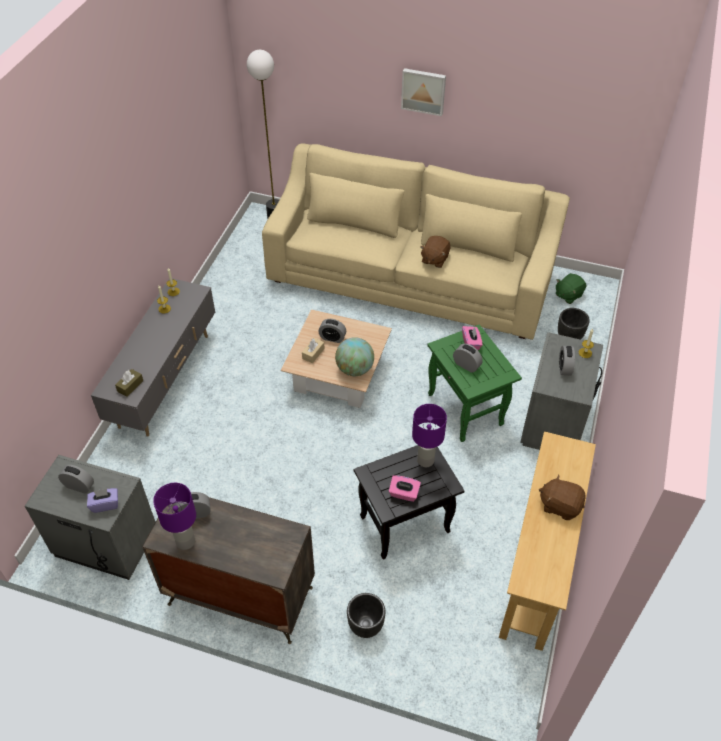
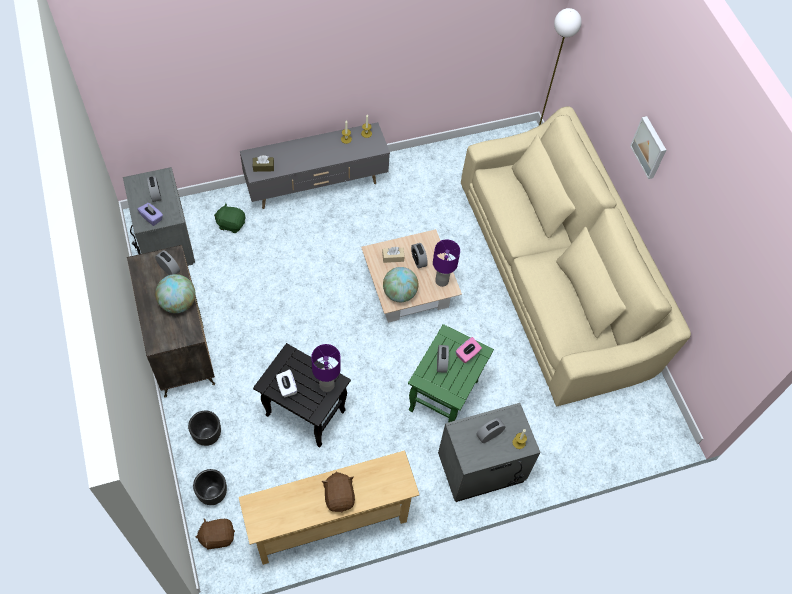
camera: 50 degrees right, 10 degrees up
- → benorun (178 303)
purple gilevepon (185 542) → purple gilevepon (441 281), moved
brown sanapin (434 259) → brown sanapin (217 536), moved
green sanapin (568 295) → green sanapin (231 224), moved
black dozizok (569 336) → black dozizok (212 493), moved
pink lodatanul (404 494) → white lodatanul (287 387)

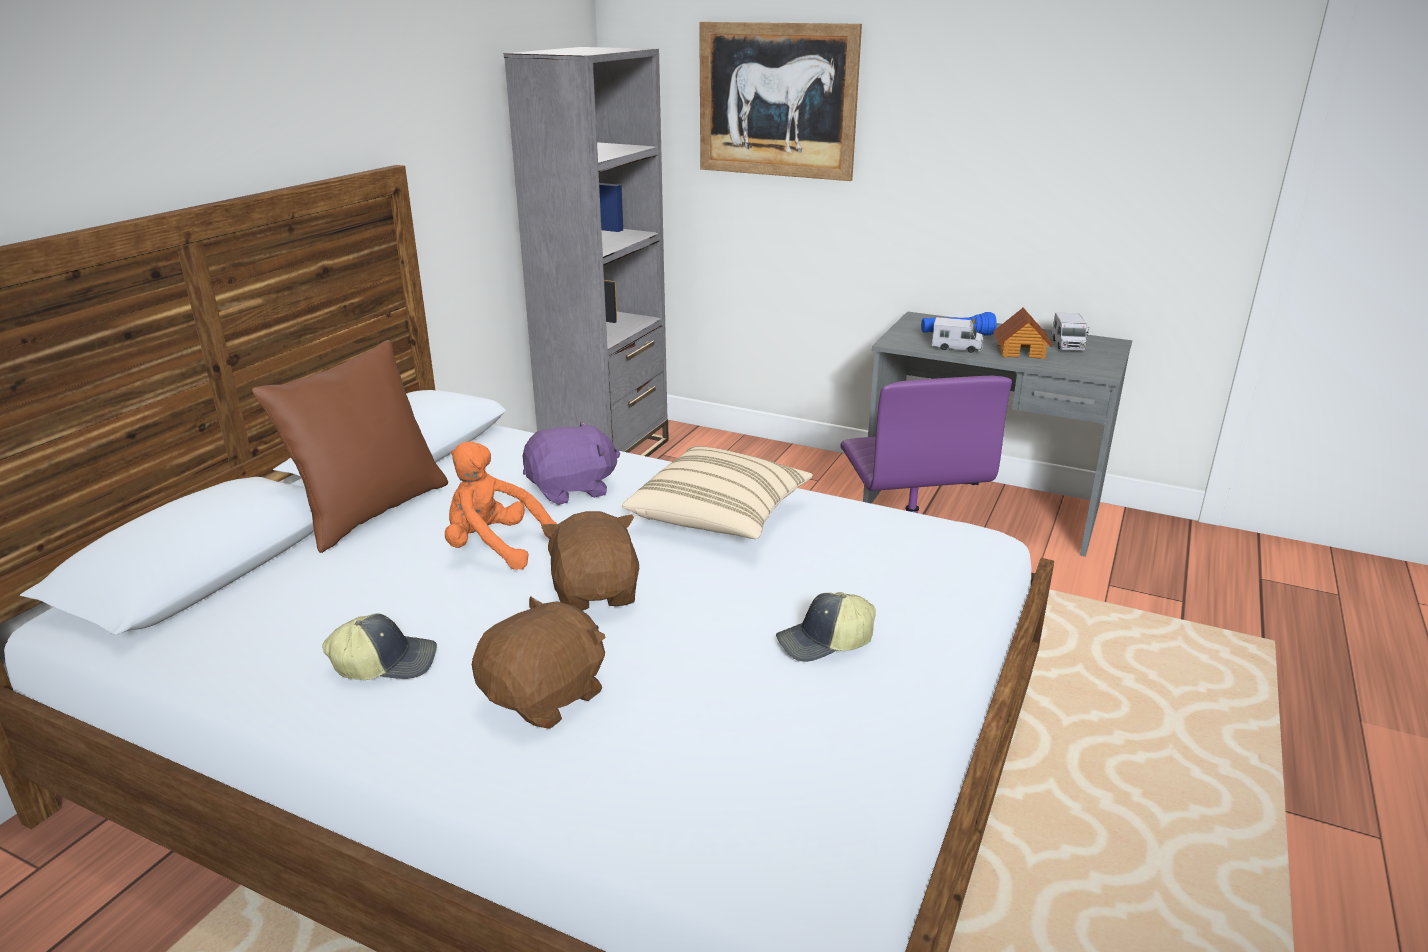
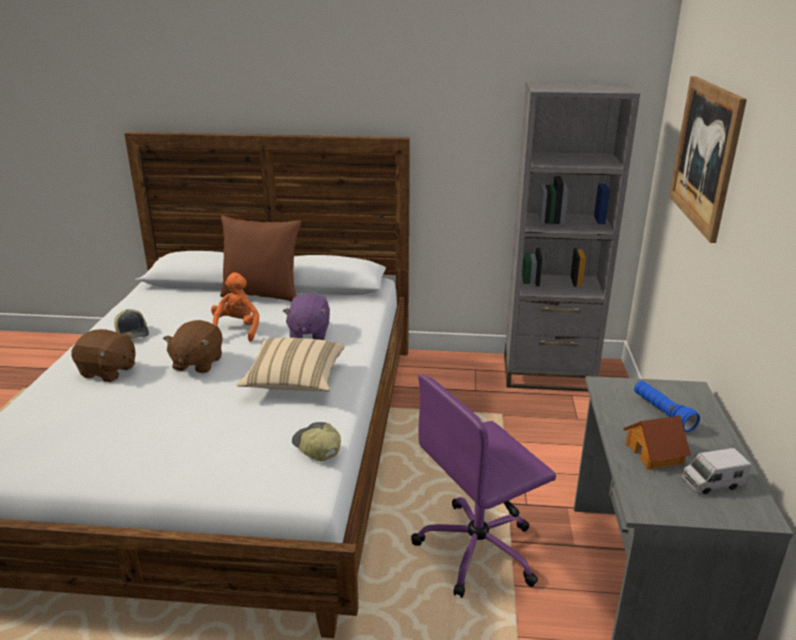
camera: 70 degrees right, 0 degrees up
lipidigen (956 347) → -
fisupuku (825 643) → fisupuku (316 448), moved
purple sanapin (572 490) → purple sanapin (308 333), 45 degrees clockwise
brown sanapin (596 593) → brown sanapin (197 363), 135 degrees clockwise

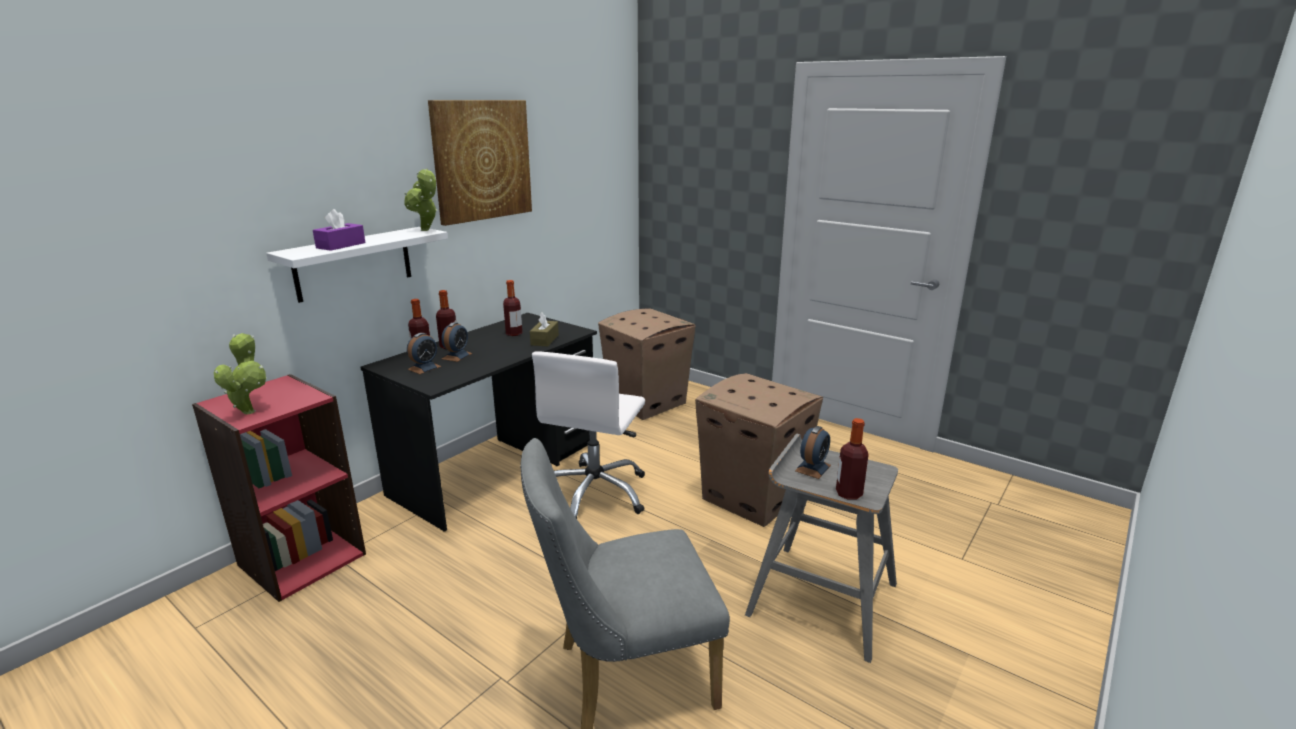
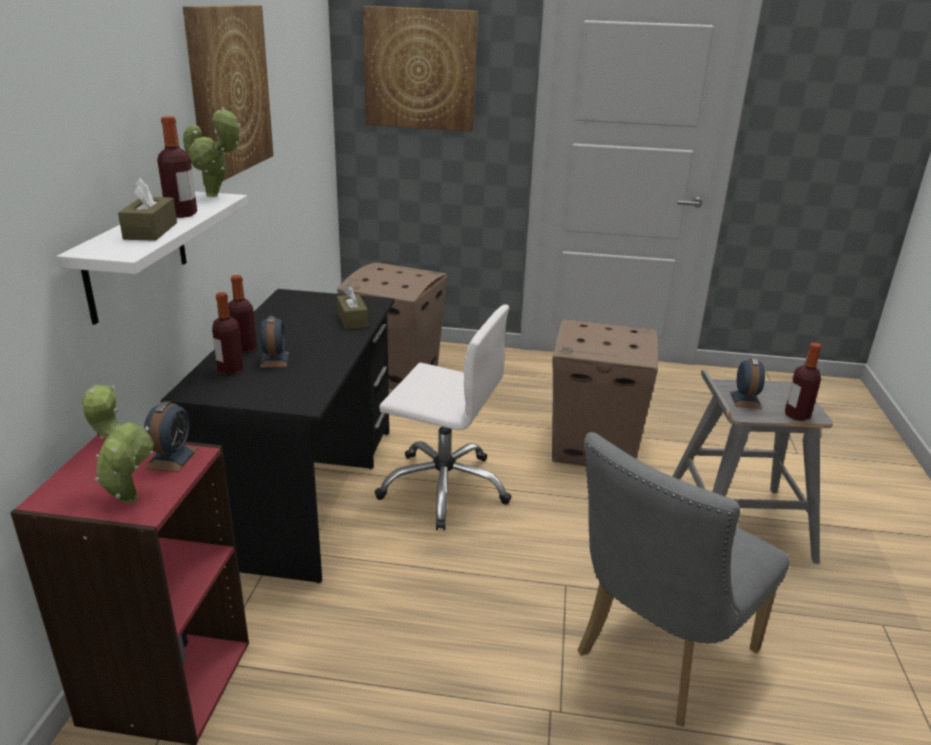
camera: 30 degrees left, 5 degrees up
- → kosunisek (420 69)
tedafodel (424 368) → tedafodel (172 458), moved
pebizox (514 333) → pebizox (181 214), moved
purple lodatanul (341 245) → brown lodatanul (151 231)
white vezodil (595 493) → white vezodil (444 487), 60 degrees counterclockwise

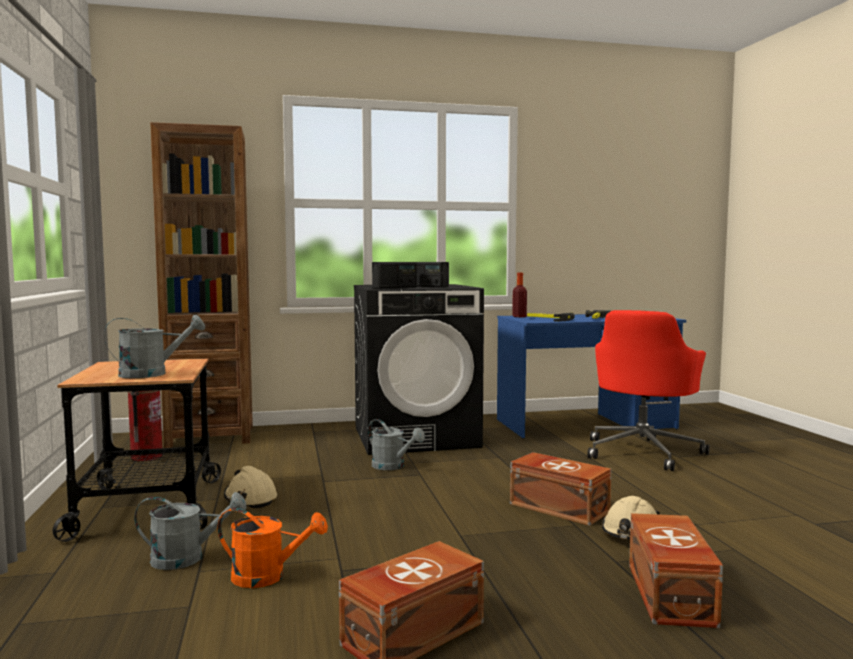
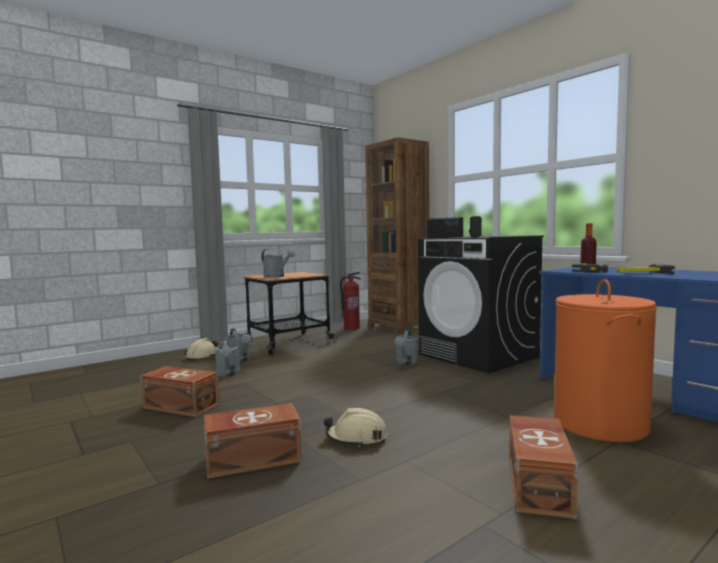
camera: 65 degrees right, 0 degrees up
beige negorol (250 498) → beige negorol (203 356), moved
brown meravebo (558 507) → brown meravebo (540 484), moved
red vezodil (643 452) → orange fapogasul (599 424)
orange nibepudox (268 577) → grey nibepudox (228 374)

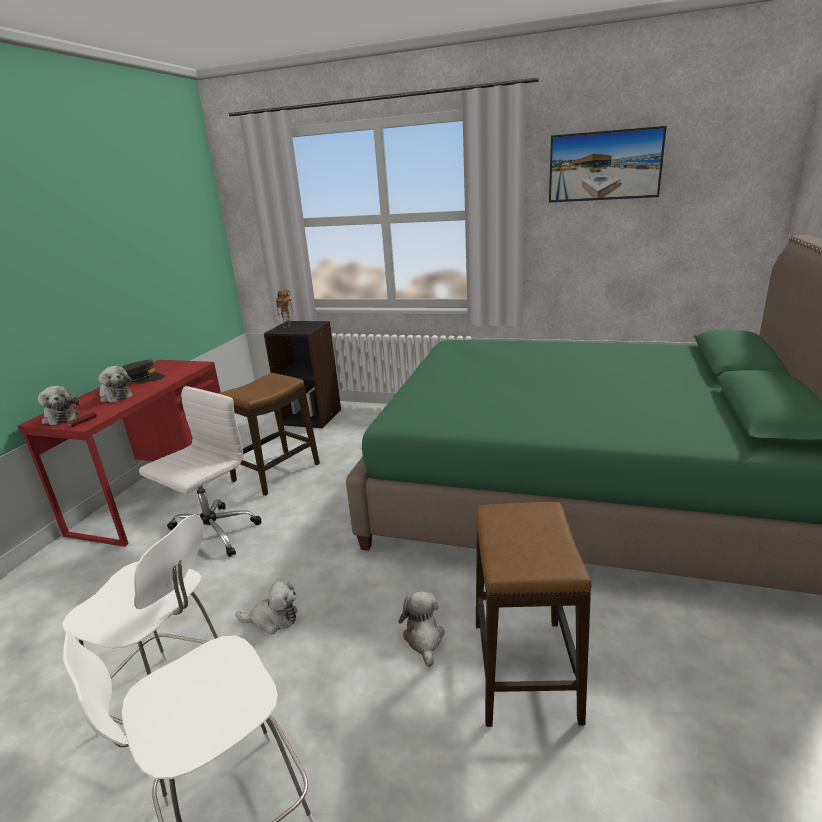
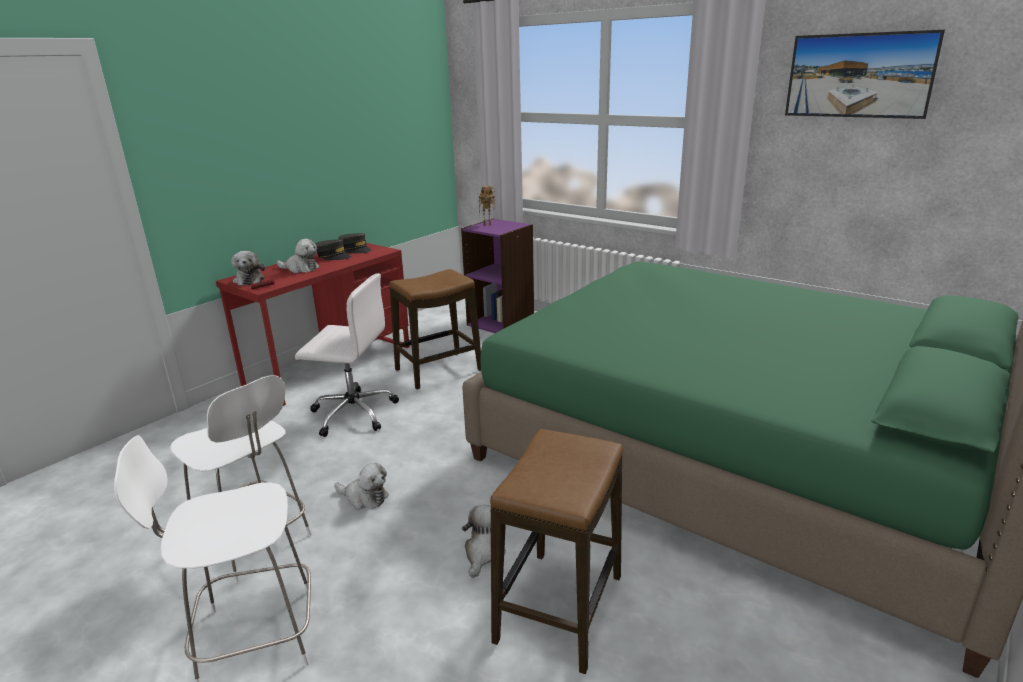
camera: 20 degrees right, 0 degrees up
- → grey fisupuku (355 249)
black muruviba (311 417) → purple muruviba (501 322)
sanapin (115 396) → sanapin (300 269), 45 degrees counterclockwise
white vezodil (210 535) → white vezodil (352 413), 45 degrees clockwise

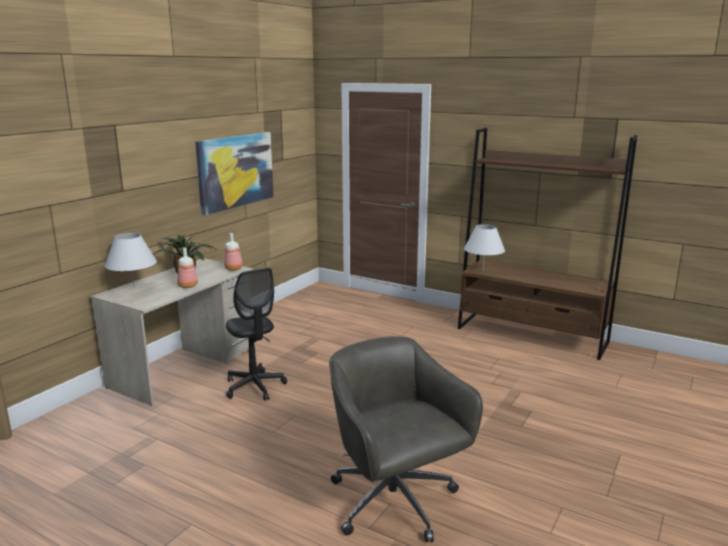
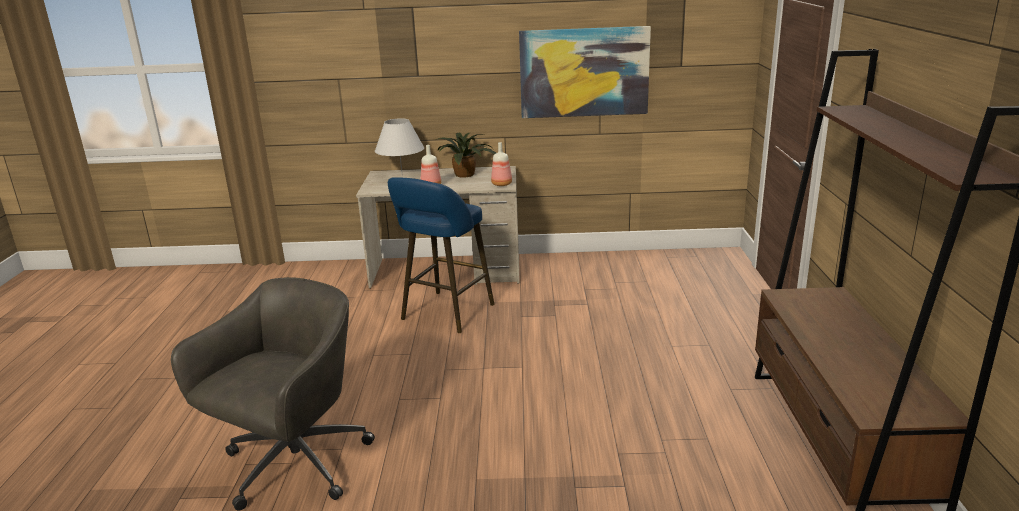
camera: 60 degrees right, 5 degrees up
white gilevepon (483 270) → -
black vezodil (254 387) → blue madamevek (445 314)

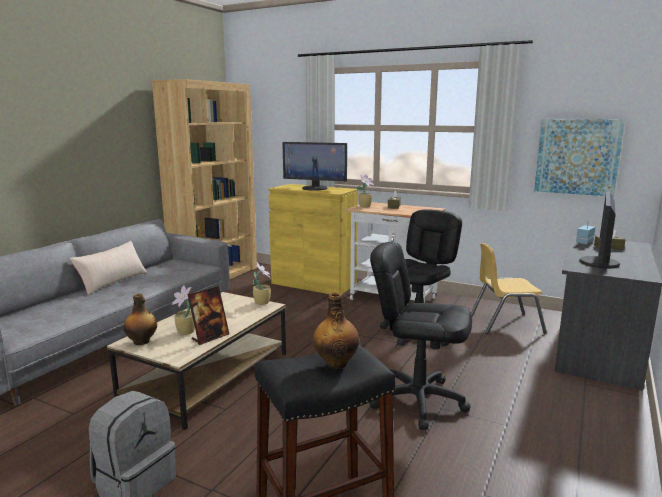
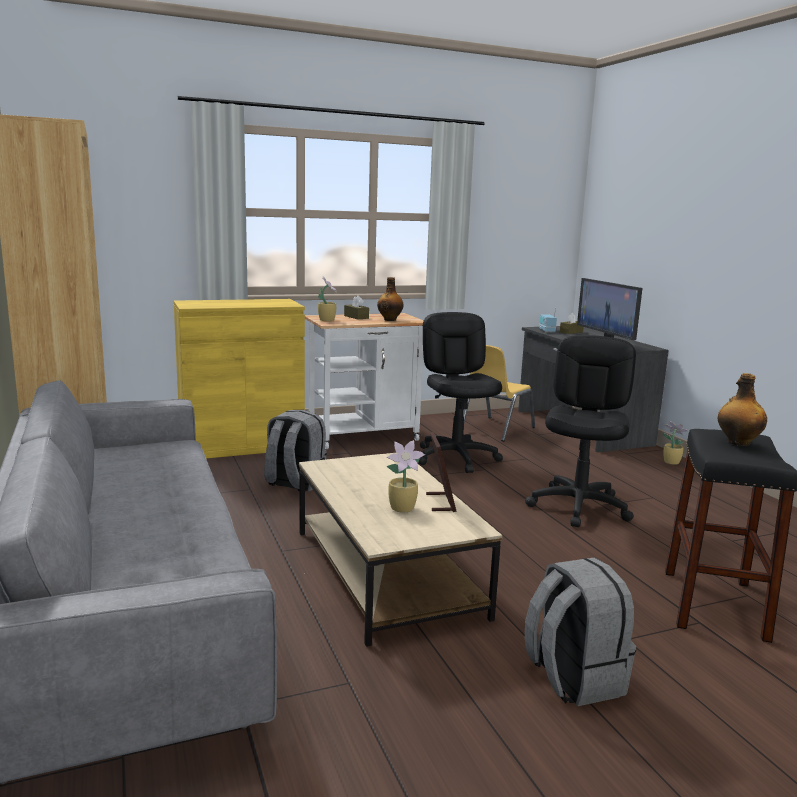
camera: 50 degrees left, 0 degrees up
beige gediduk (112 282) → -
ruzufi (315 188) → -
kosunisek (577 156) → -
- → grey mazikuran (294 483)
pebizox (142 342) → pebizox (390 320), moved
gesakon (262 302) → gesakon (670 462), moved
black vezodil (418 400) → black vezodil (579 507), 135 degrees clockwise

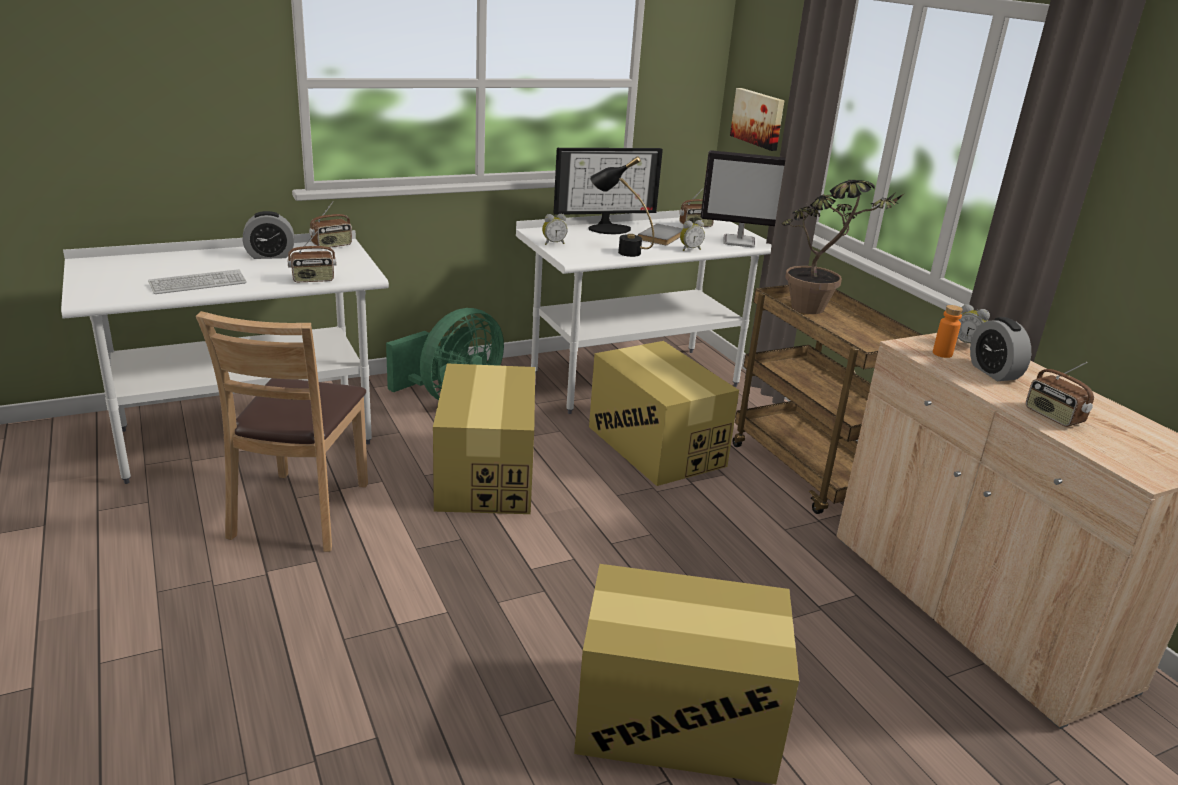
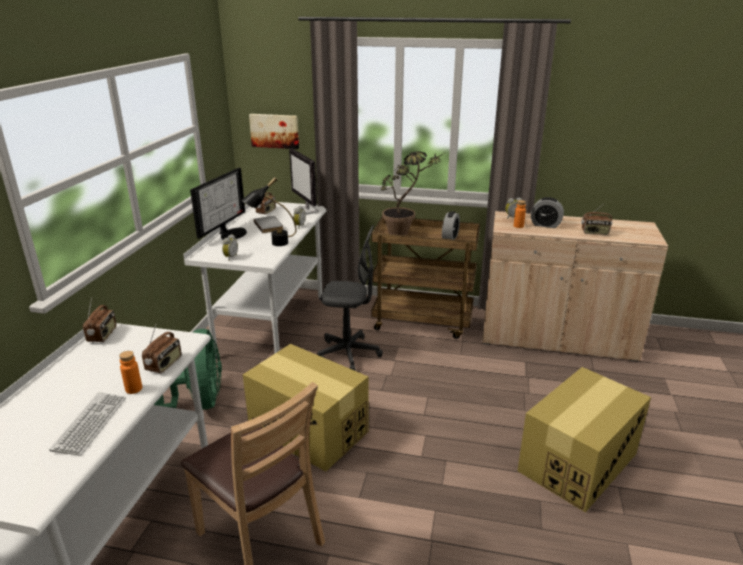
camera: 50 degrees left, 0 degrees up
- → orange pebizox (134 389)
tedafodel (270 255) → tedafodel (450 238), moved
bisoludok (656 446) → grey vezodil (349 353)
ruzufi (739 241) → ruzufi (306 211), 105 degrees clockwise

